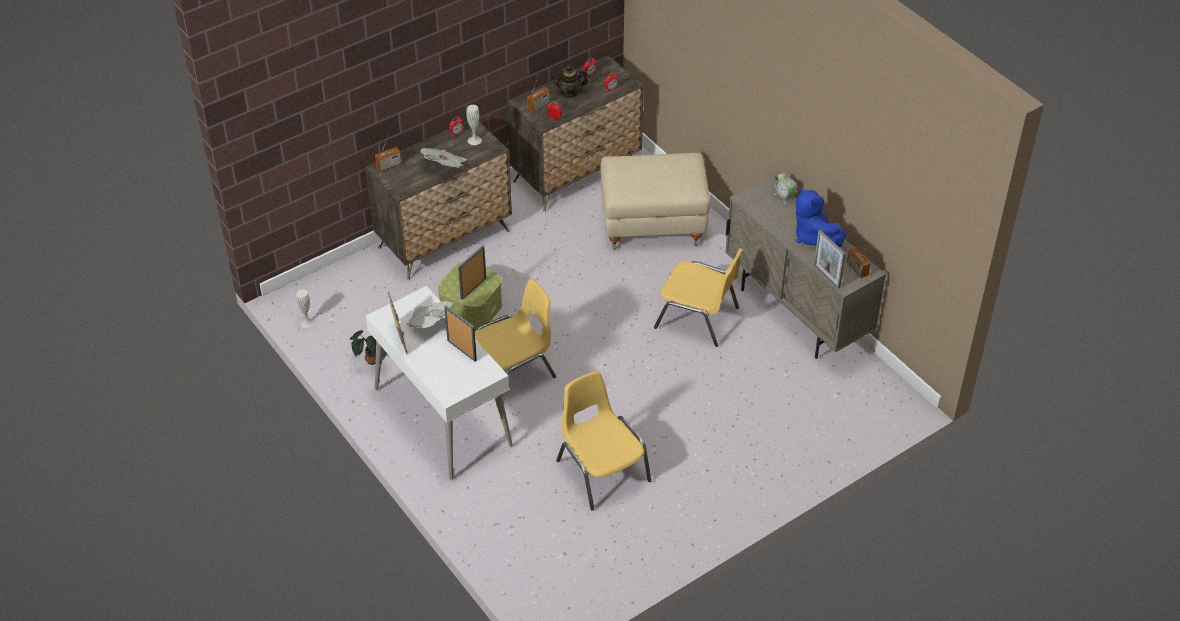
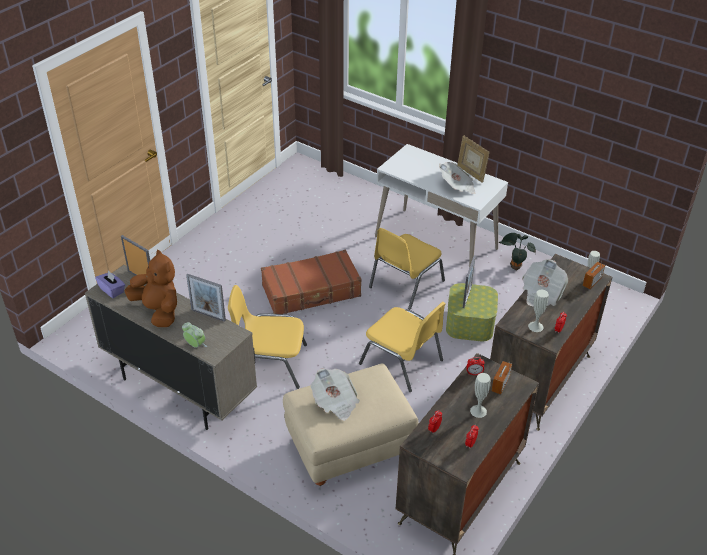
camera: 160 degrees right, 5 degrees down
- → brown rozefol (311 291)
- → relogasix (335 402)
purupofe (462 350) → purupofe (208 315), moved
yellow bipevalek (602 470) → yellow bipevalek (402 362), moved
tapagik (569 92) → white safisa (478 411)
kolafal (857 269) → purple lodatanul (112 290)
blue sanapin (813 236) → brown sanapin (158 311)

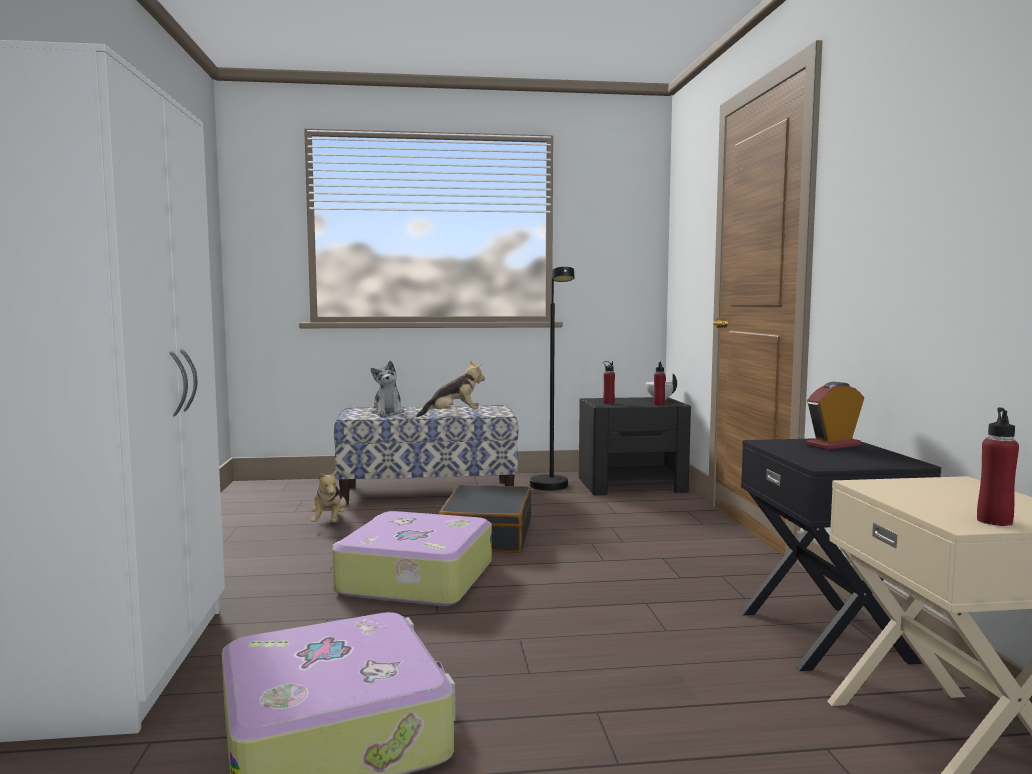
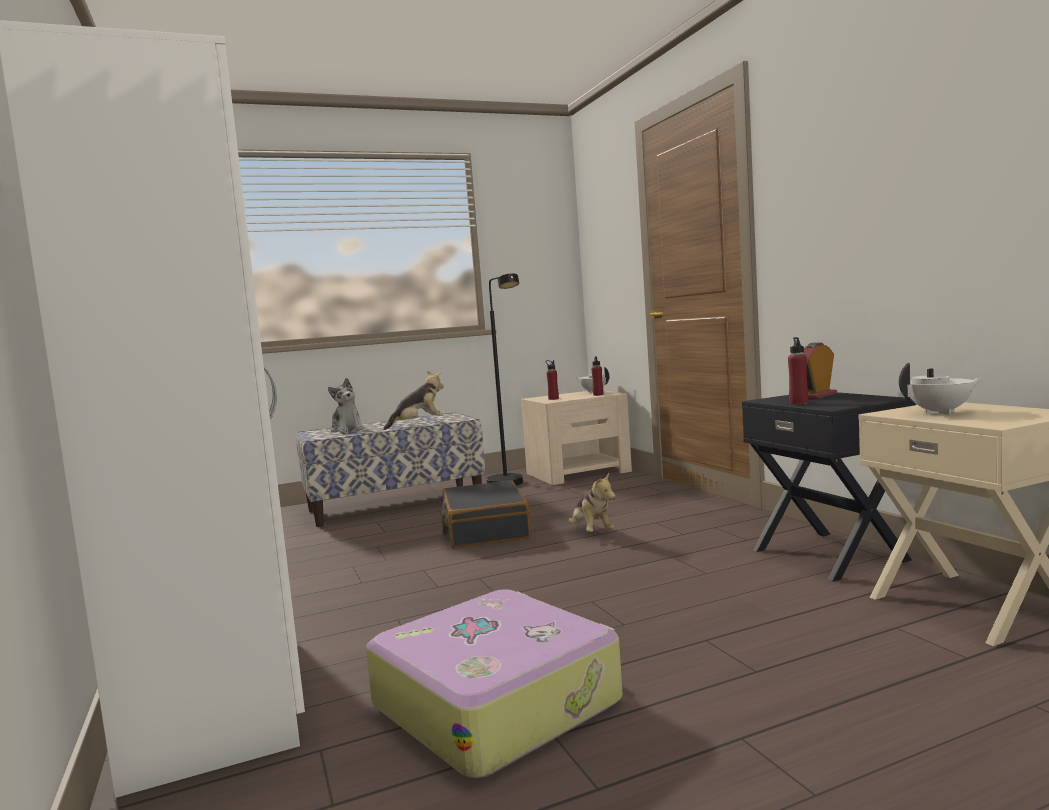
camera: 15 degrees left, 0 degrees up
rozefol (414 578) → -
- → white tapagik (940 412)
sanapin (330 522) → sanapin (591 532), moved
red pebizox (994 521) → red pebizox (798 403), moved
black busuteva (632 485) → beige busuteva (579 472)

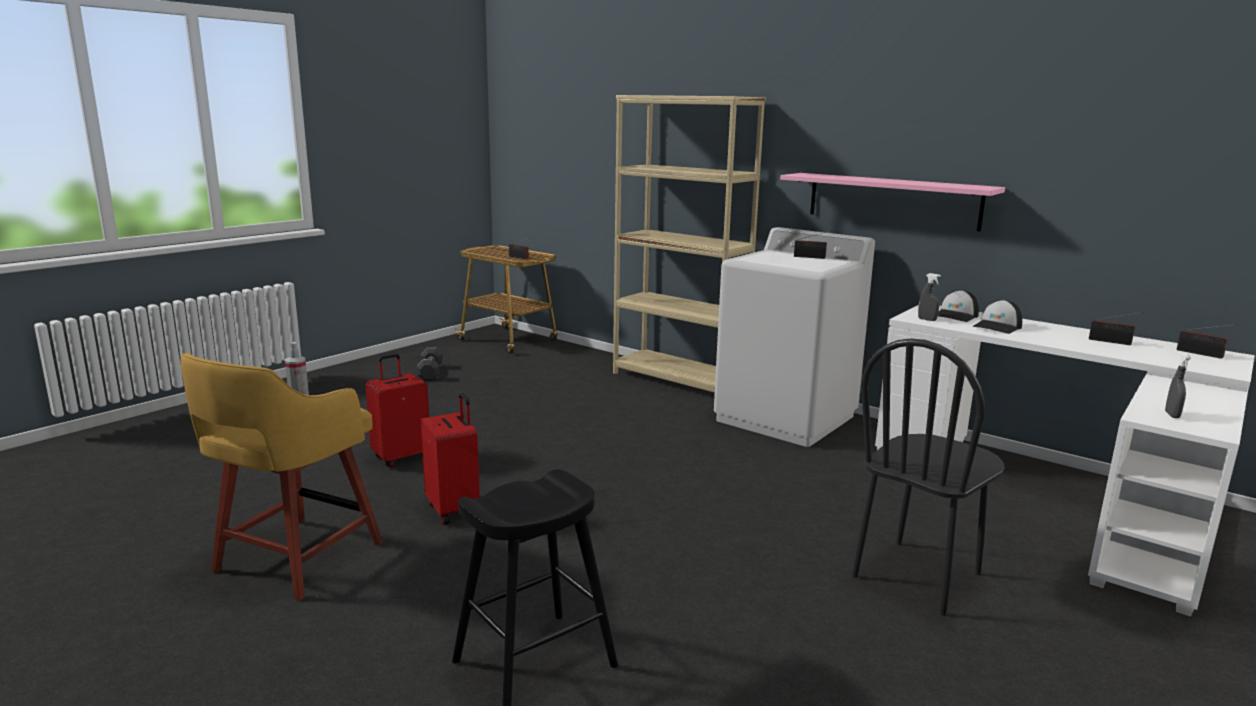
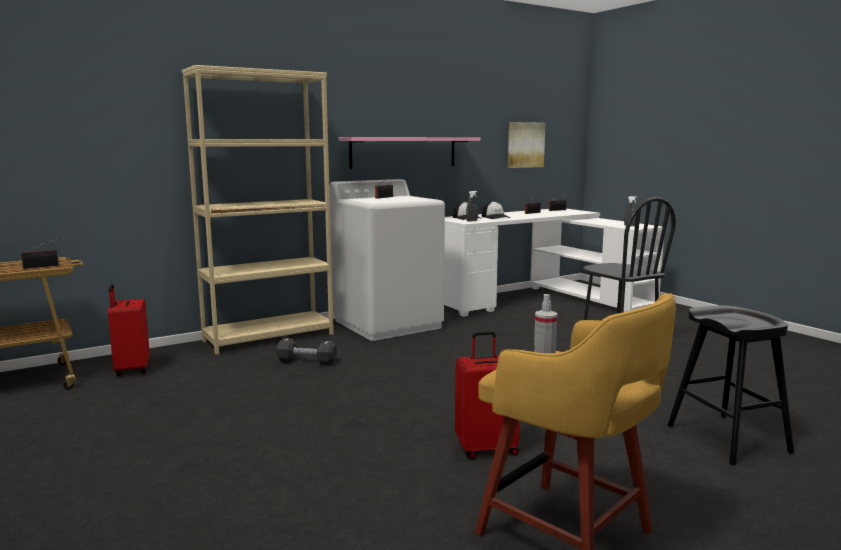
camera: 70 degrees left, 5 degrees down
- → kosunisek (525 145)
red rozefol (401 457) → red rozefol (131 370), moved
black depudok (430 373) → black depudok (307 361), moved

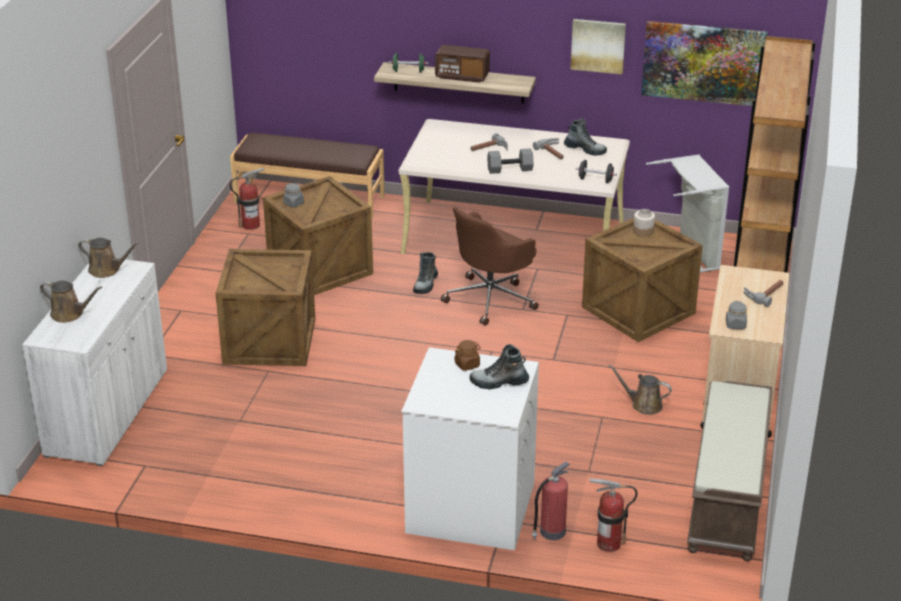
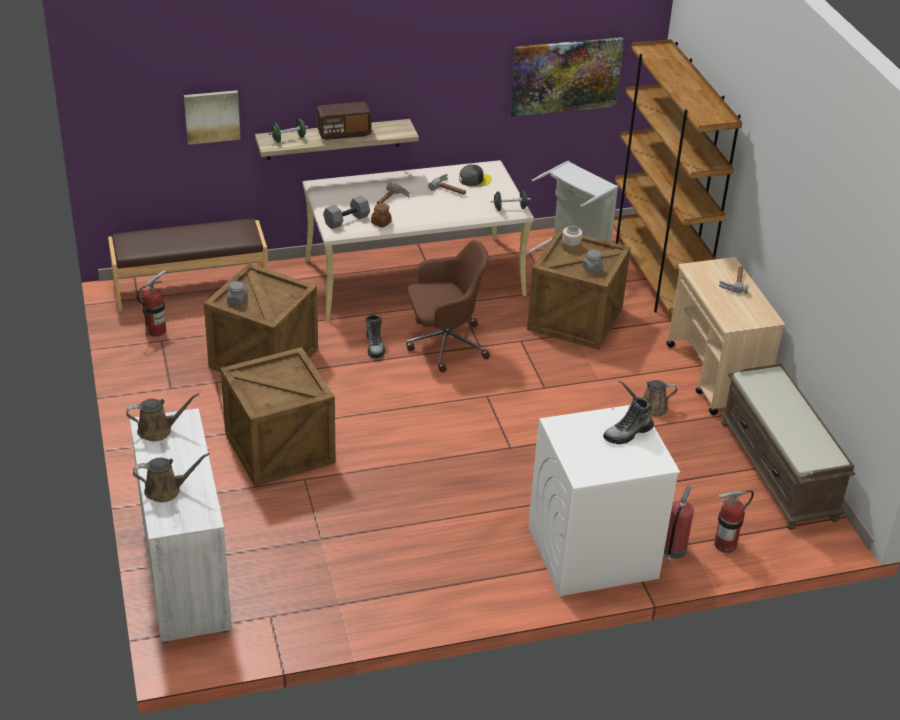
camera: 30 degrees left, 5 degrees up
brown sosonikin (467 364) → brown sosonikin (381 223), moved
grey depudok (510 169) → grey depudok (346 220), moved
kosunisek (598 45) → kosunisek (212 116), moved
grey sosonikin (735 325) → grey sosonikin (592 269), moved
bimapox (585 150) → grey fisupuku (474 179)
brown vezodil (491 299) → brown vezodil (444 344), 120 degrees counterclockwise

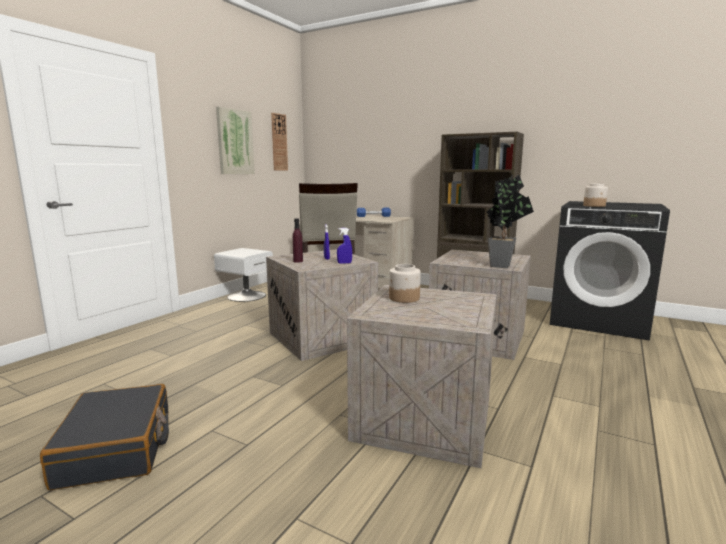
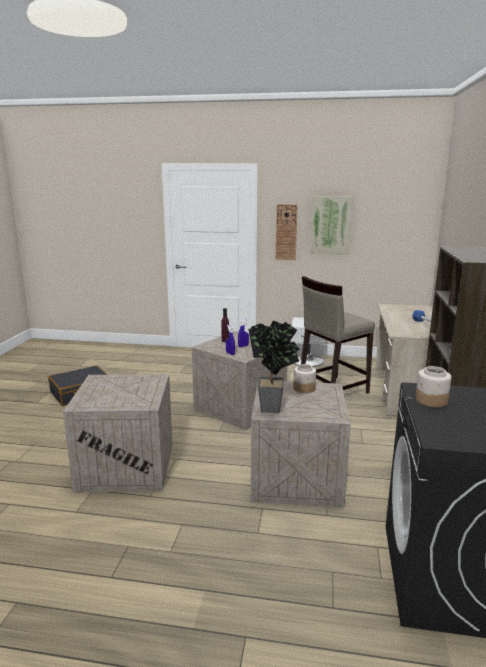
camera: 70 degrees right, 5 degrees up
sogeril (279 142) → sogeril (286 232), moved
sosonikin (404 298) → sosonikin (303 388), moved

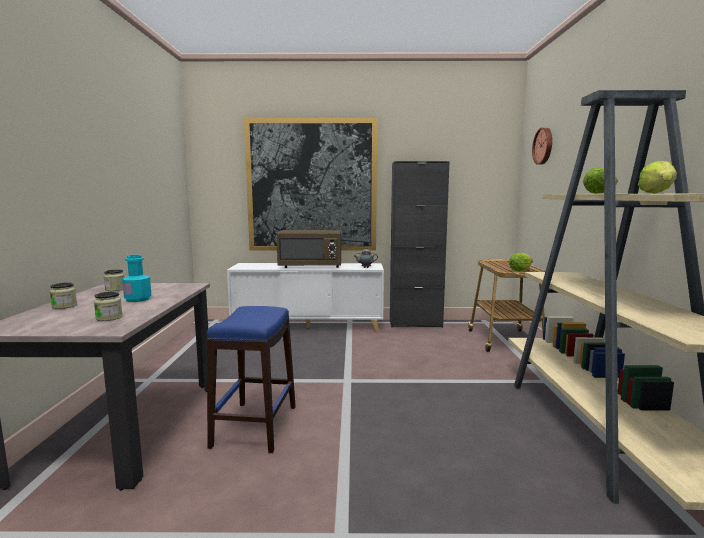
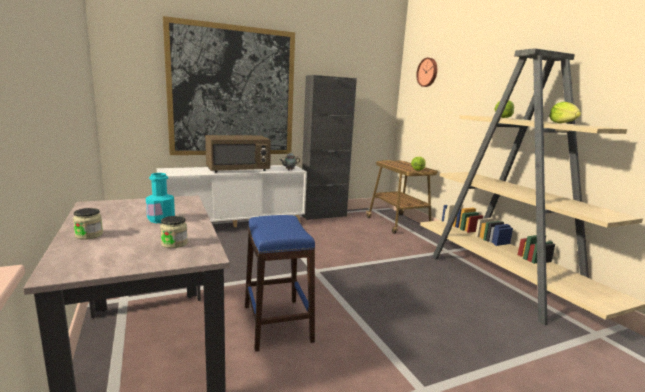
camera: 25 degrees left, 5 degrees up
sosonikin (115 289) → -

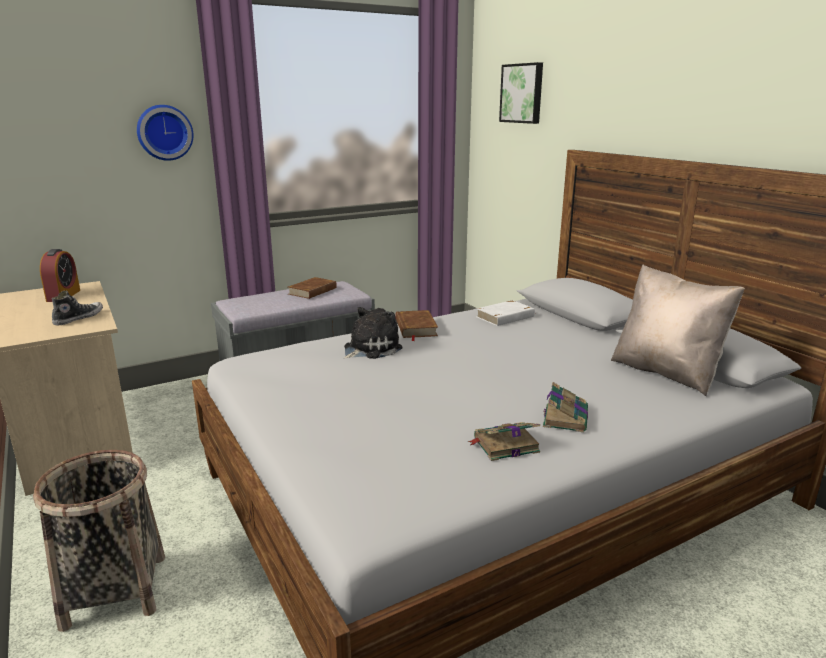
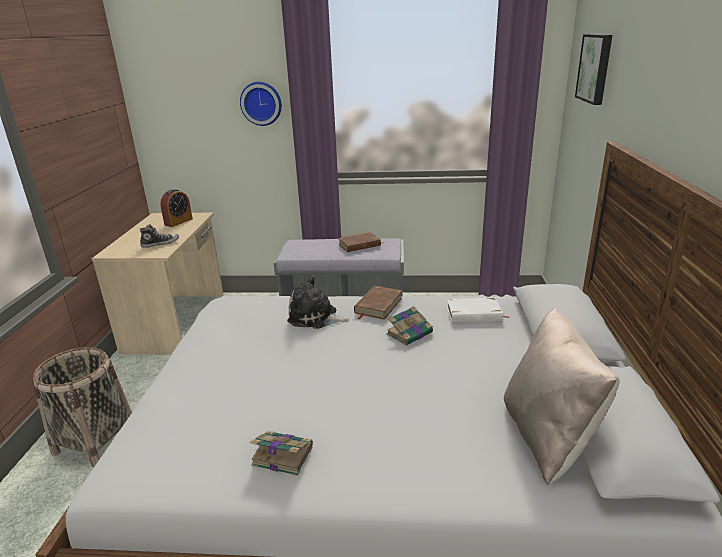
camera: 35 degrees right, 5 degrees up
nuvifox (565 417) → nuvifox (410 333), moved
sanapin (369 349) → sanapin (315 318), 150 degrees counterclockwise

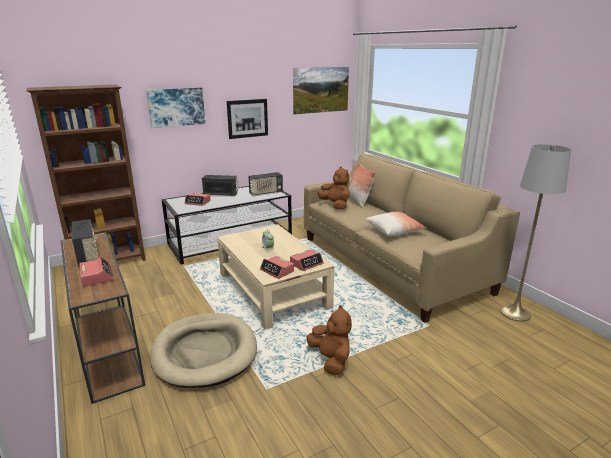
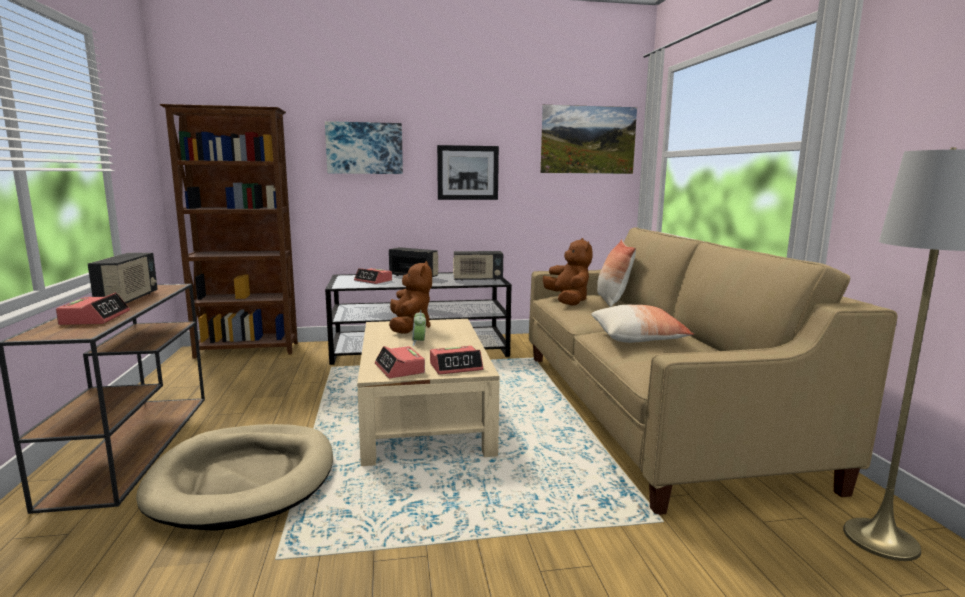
camera: 20 degrees right, 10 degrees down
brown sanapin (331 360) → brown sanapin (409 328), moved

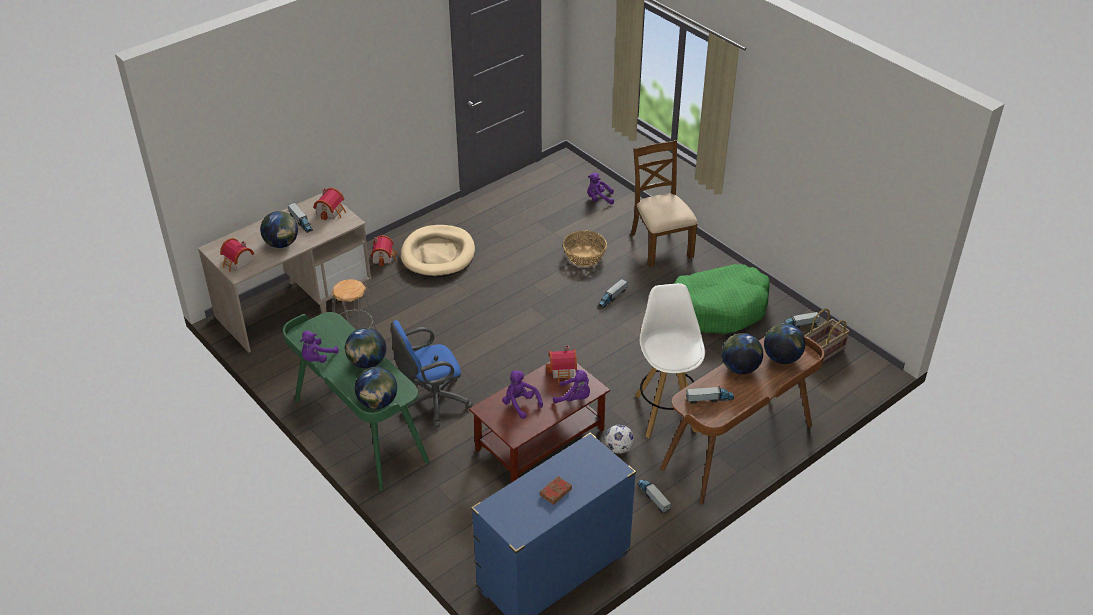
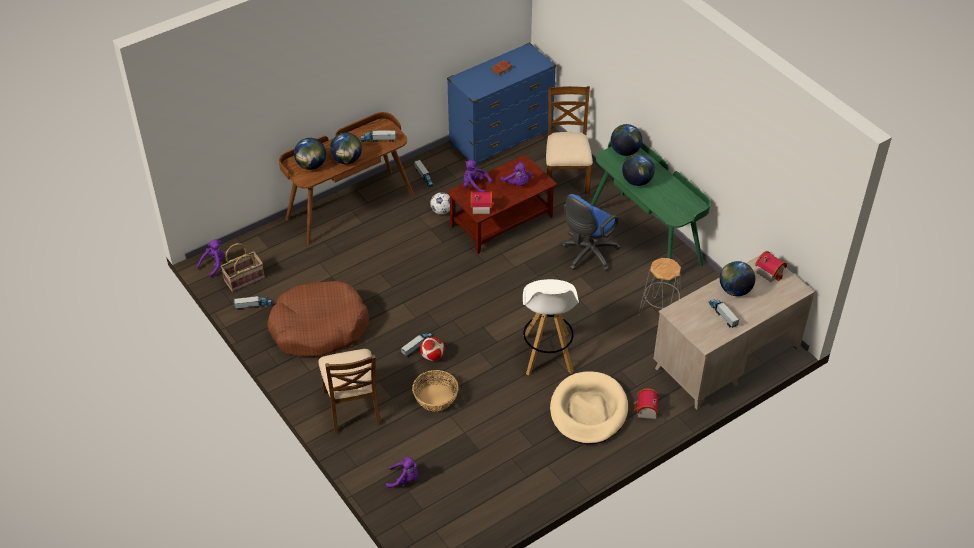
camera: 175 degrees left, 5 degrees up
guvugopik (332 212) → -
- → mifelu (432 356)
- → brown bipevalek (566 176)
purple sanapin (317 358) → purple sanapin (214 265), moved
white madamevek (666 412) → white madamevek (547 354), moved
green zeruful (719 308) → brown zeruful (319 328)
blue vezodil (432 403) → blue vezodil (587 255), 150 degrees clockwise

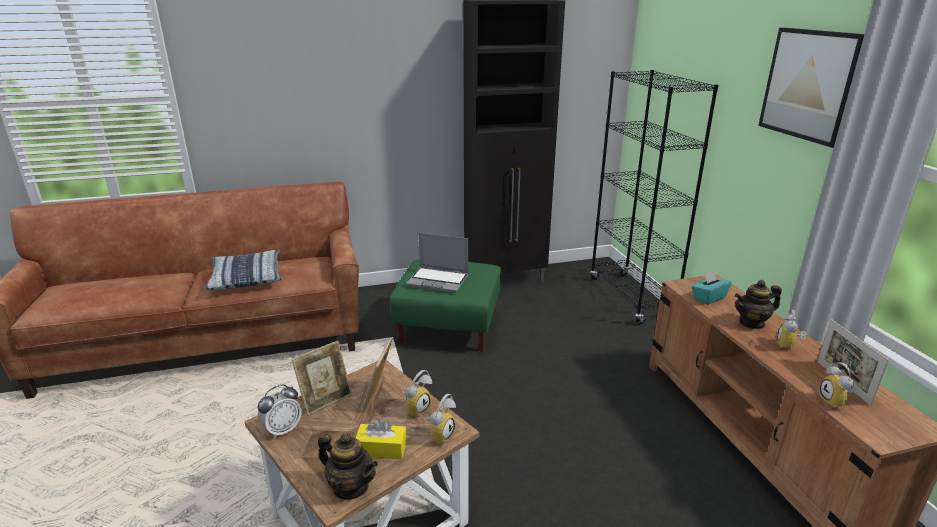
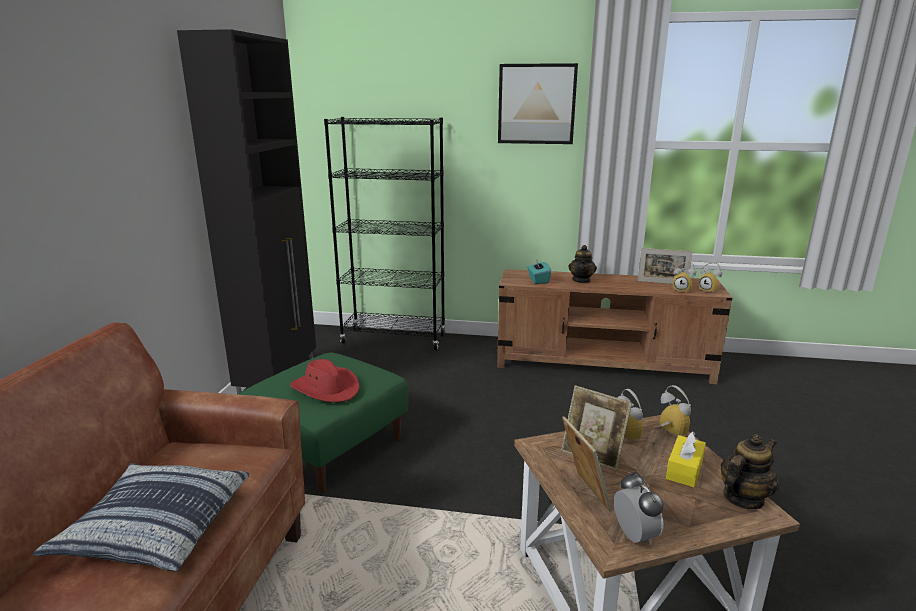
camera: 65 degrees left, 5 degrees down
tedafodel (788 346) → tedafodel (709 291), moved
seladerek (439 281) → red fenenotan (326 388)

